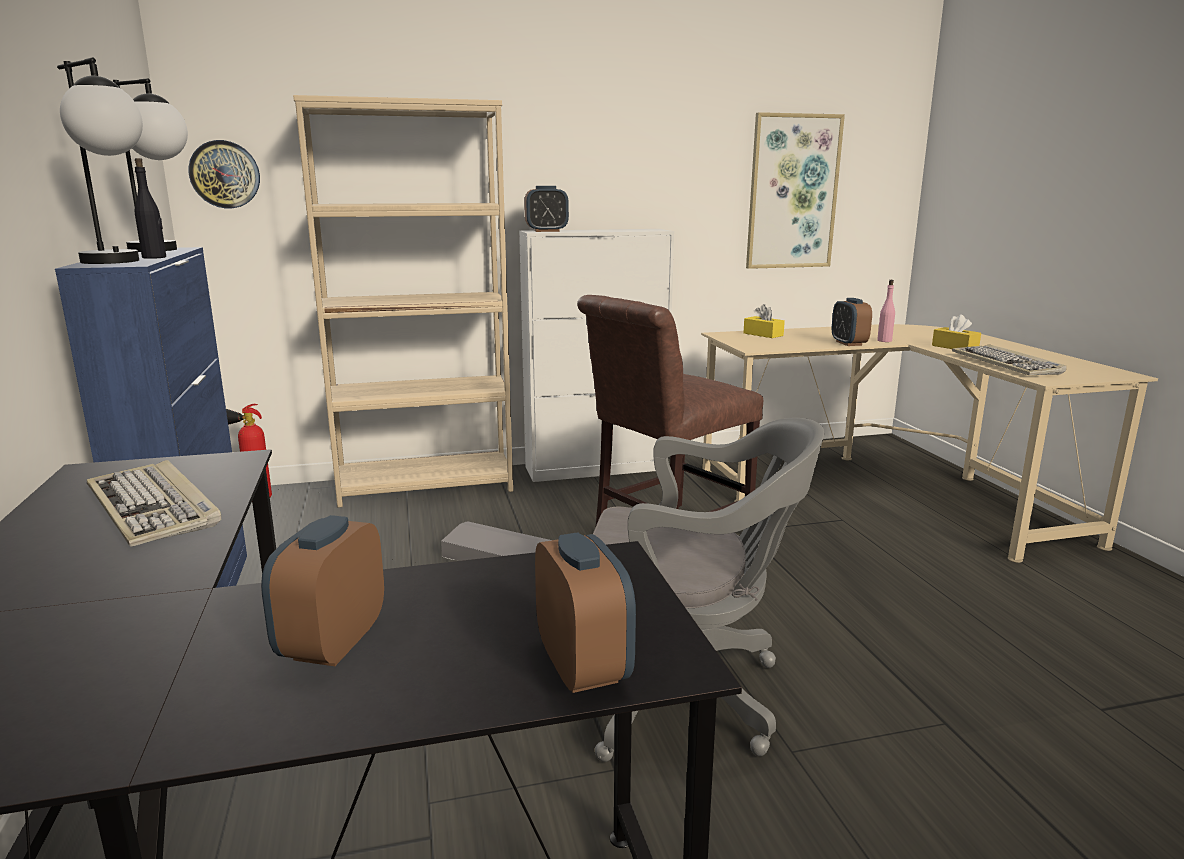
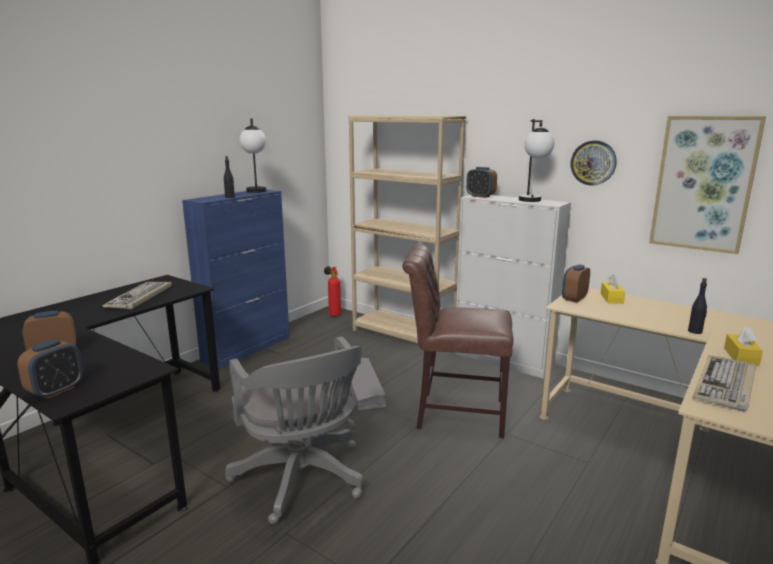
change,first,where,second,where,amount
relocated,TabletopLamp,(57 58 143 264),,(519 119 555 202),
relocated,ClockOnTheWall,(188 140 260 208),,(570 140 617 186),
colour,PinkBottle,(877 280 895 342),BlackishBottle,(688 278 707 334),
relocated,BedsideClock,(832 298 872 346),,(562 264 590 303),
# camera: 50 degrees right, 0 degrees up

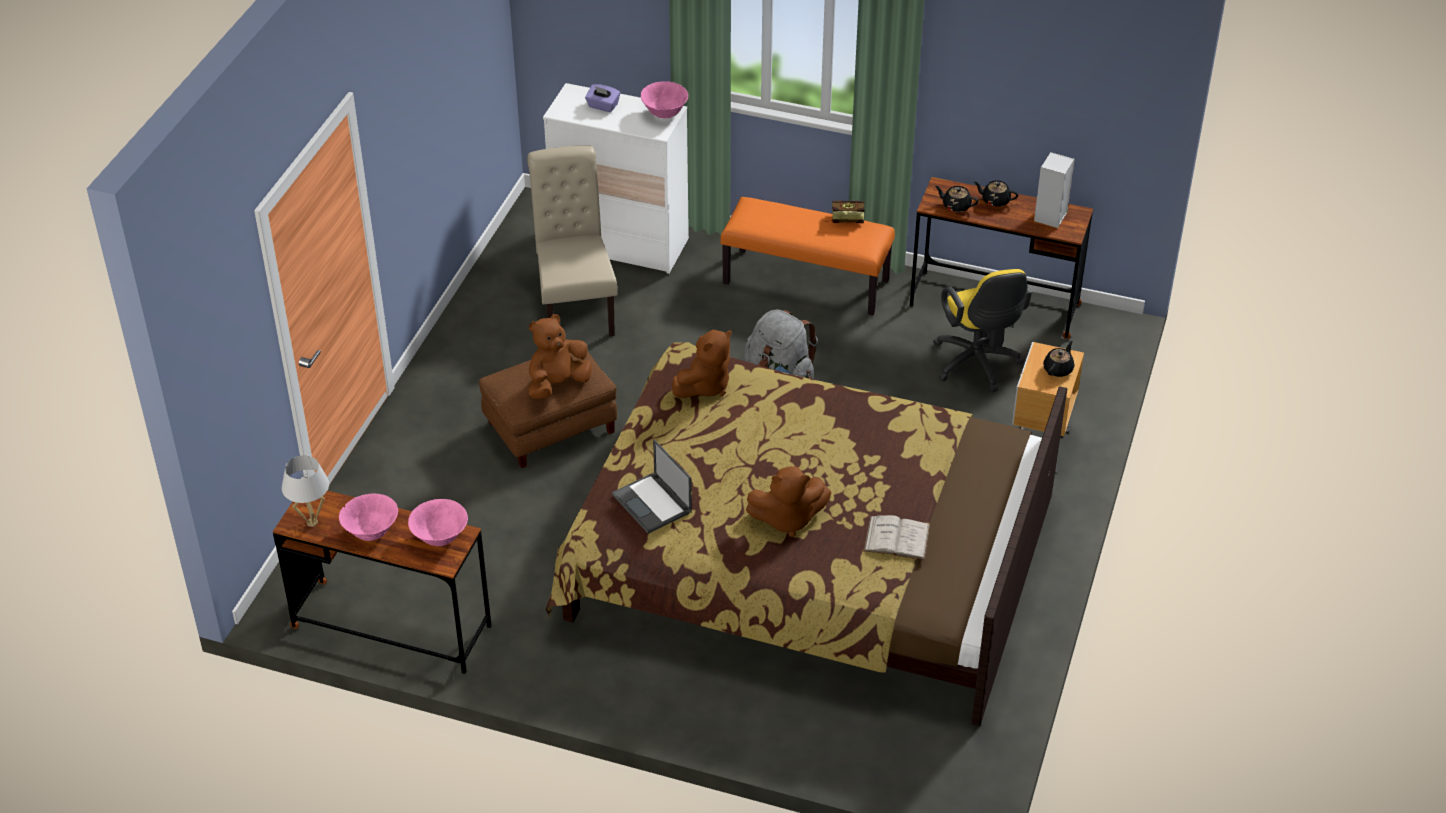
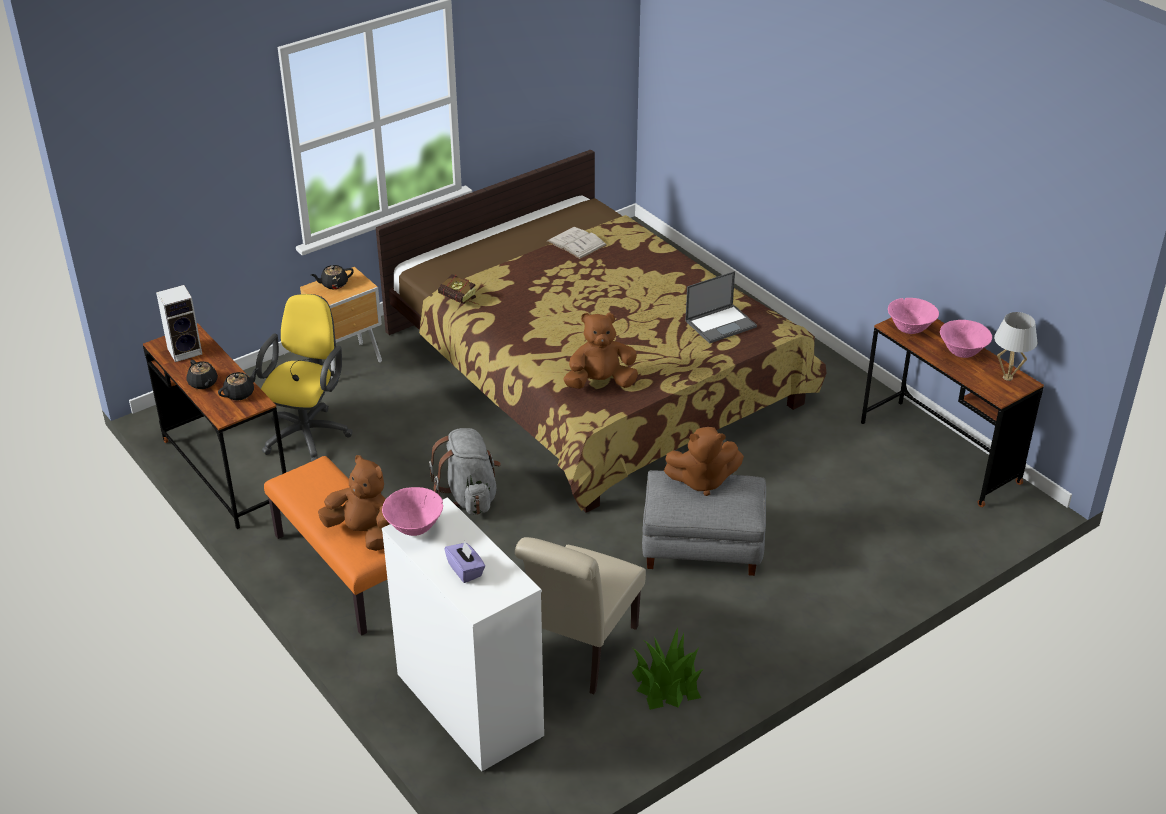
change,first,where,second,where,amount
spun,BlackishPotForTea,(935 186 979 213),,(218 368 258 401),105 degrees counterclockwise
relocated,BoundBook,(824 200 865 223),,(438 274 479 305),
colour,BrownOttoman,(479 350 617 468),GreyOttoman,(642 470 766 576),
spun,PortableComputer,(612 439 692 534),,(685 271 757 344),60 degrees clockwise
relocated,BrownPlushToy,(746 466 831 537),,(318 455 390 551),
appeared,,,PlantInAPot,(632 627 704 710),
# camera: 145 degrees left, 5 degrees down

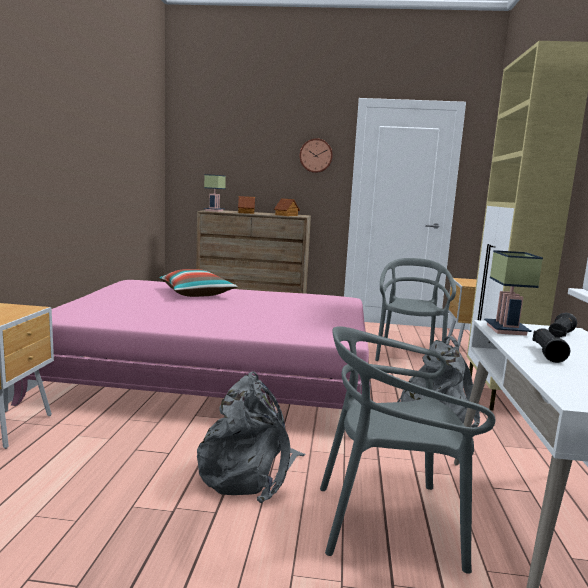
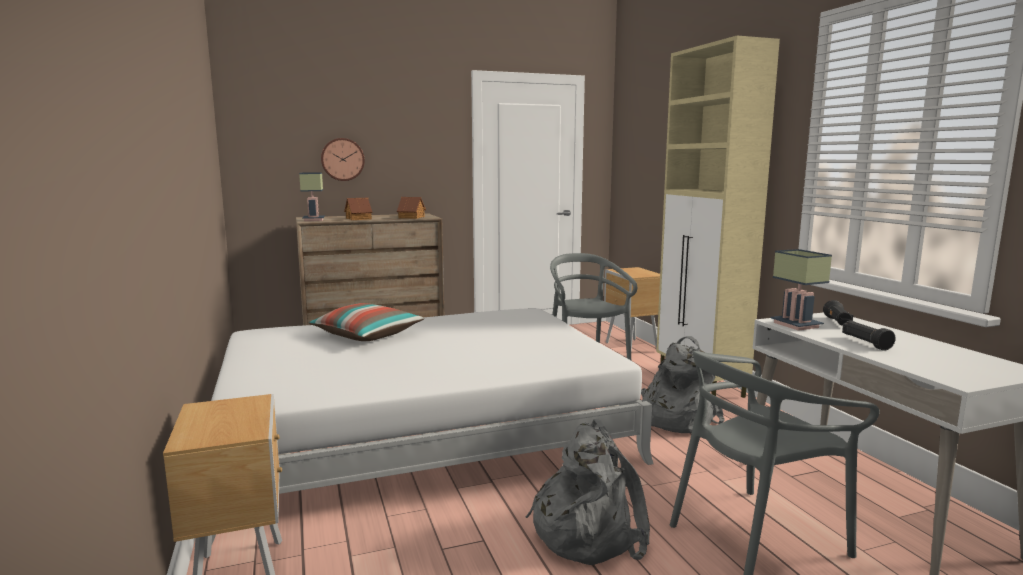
change,first,where,second,where,amount
relocated,ClockOnTheWall,(300 138 333 173),,(321 138 365 181),
colour,PinkBed,(11 280 371 409),WhitishBed,(211 308 654 544),
# camera: 25 degrees left, 0 degrees up

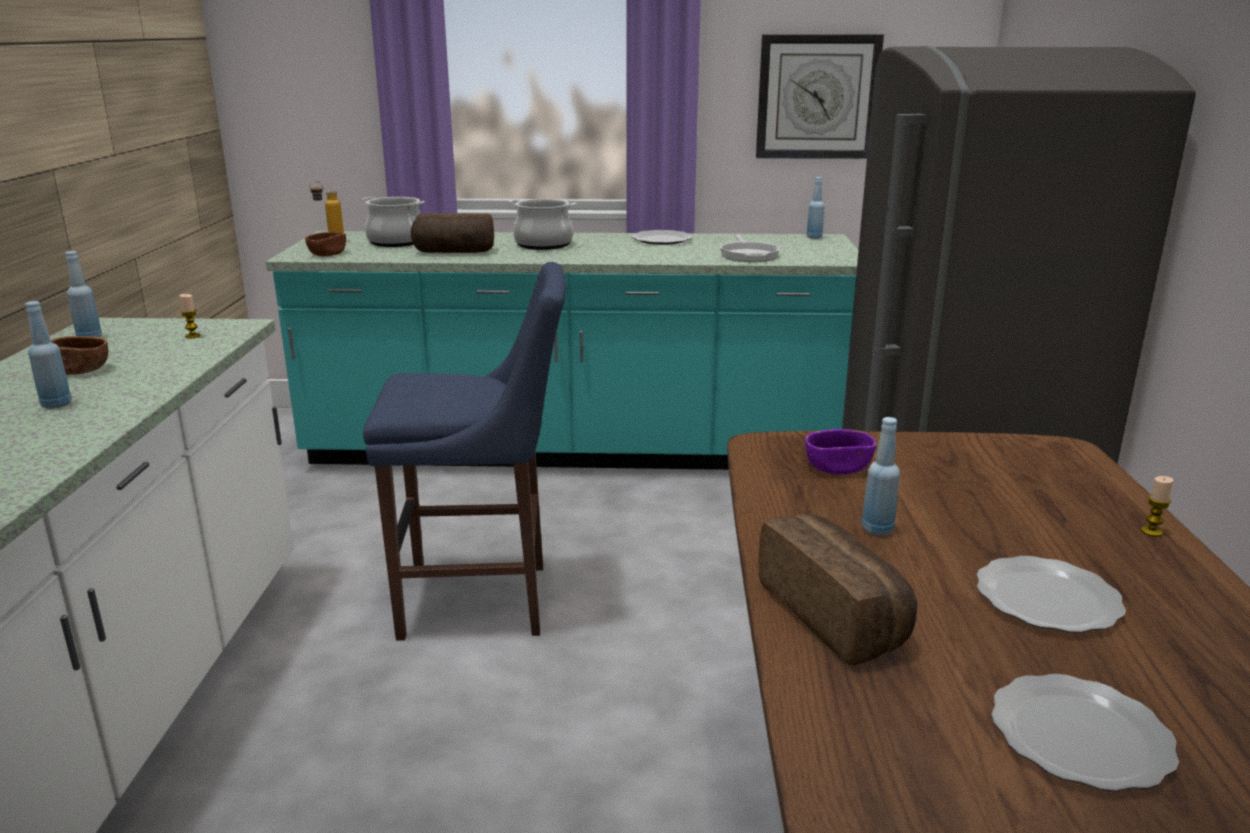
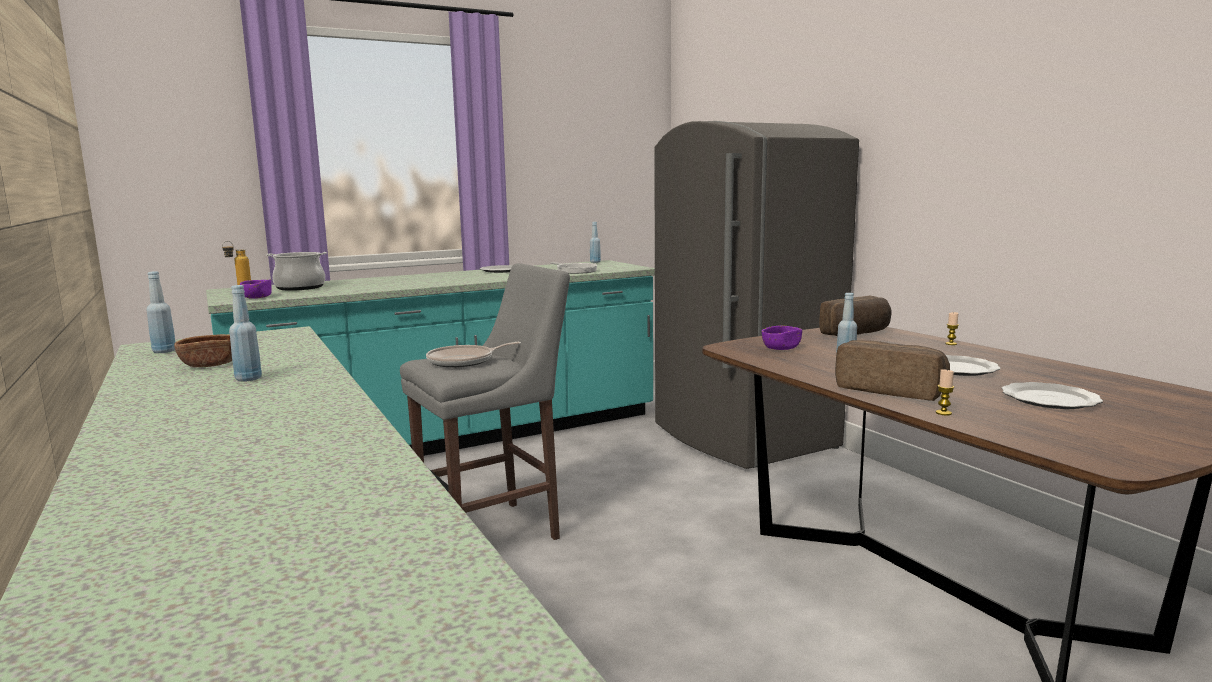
change,first,where,second,where,amount
missing,ClockOnTheWall,(756 34 884 159),,,
missing,Stockpot,(509 199 576 250),,,
relocated,BakeryBread,(411 213 494 253),,(819 296 892 336),
colour,BrownServingBowl,(305 232 346 256),PurpleColouredServingBowl,(240 279 272 299),
colour,BluishSittingStool,(363 262 566 641),GreySittingStool,(400 263 570 540),
relocated,WaxLight,(179 294 201 339),,(936 369 954 415),
appeared,,,Pan,(426 342 521 367),
# camera: 30 degrees left, 10 degrees down

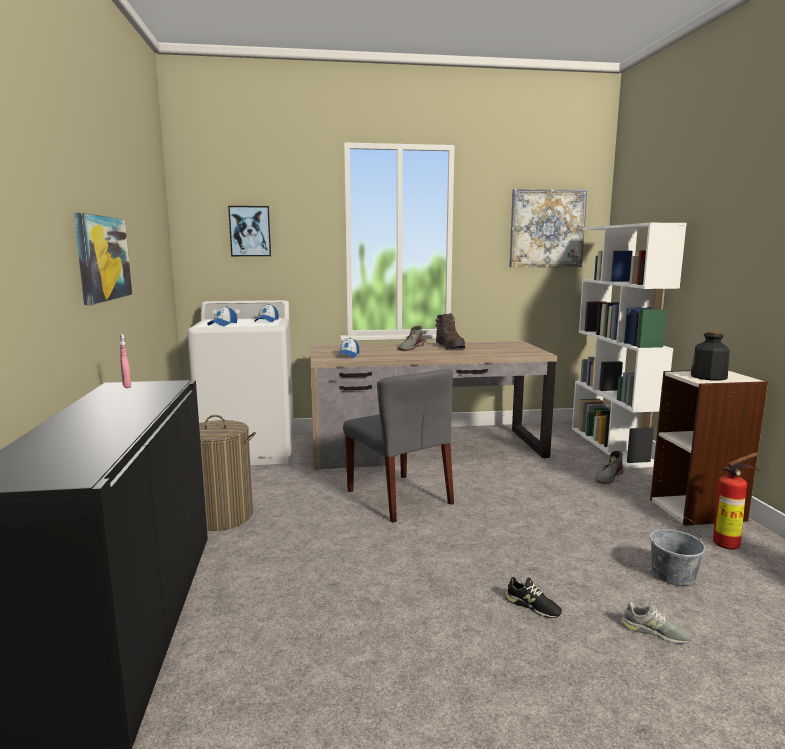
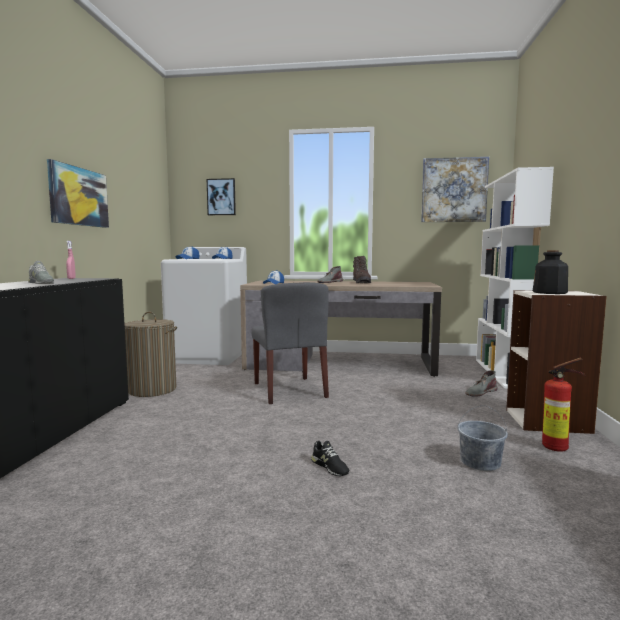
change,first,where,second,where,amount
relocated,GreyLowShoe,(621 602 691 643),,(28 261 54 284),
# camera: 15 degrees right, 5 degrees down

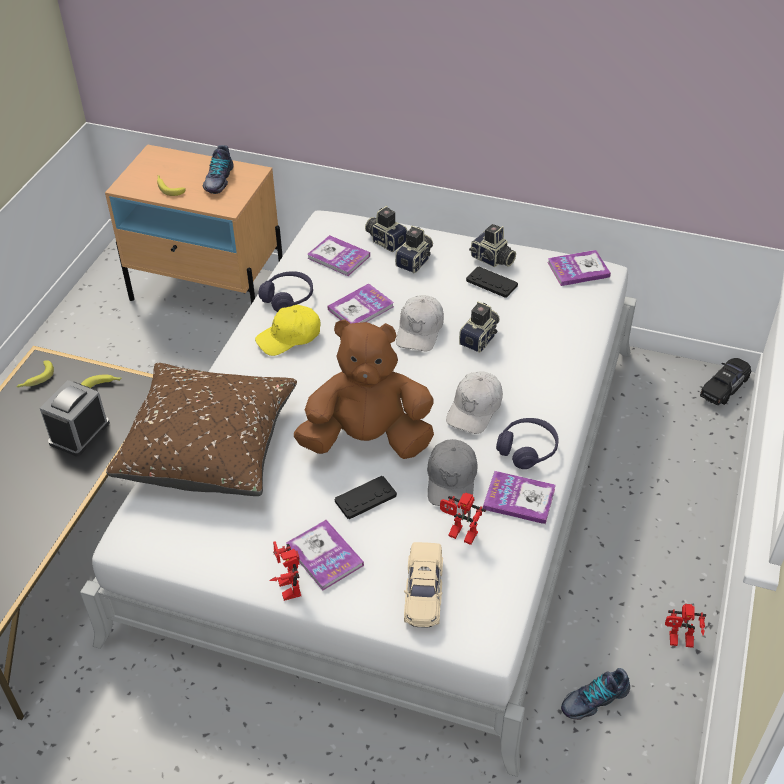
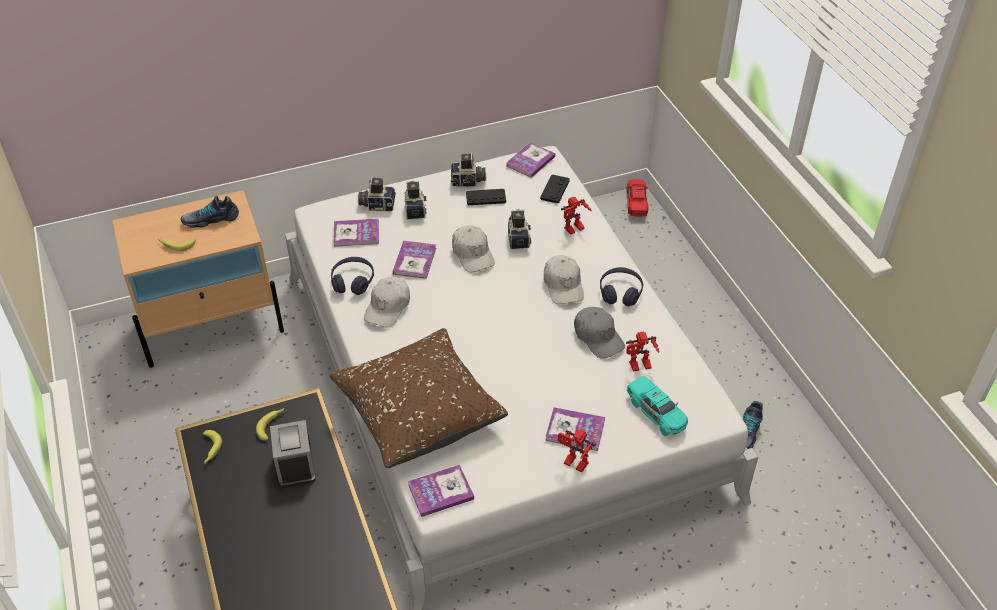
change,first,where,second,where,amount
spun,LowShoe,(203 145 234 194),,(181 196 239 228),105 degrees clockwise
colour,YellowColouredBaseballCap,(255 305 321 356),WhitishBaseballCap,(364 277 410 327),
missing,BrownPlushToy,(294 319 434 459),,,
colour,BlackishModelCar,(700 358 751 405),ReddishModelCar,(626 179 648 217),
relocated,BoundBook,(483 471 556 524),,(408 465 474 517),
relocated,BlackishGamepad,(335 476 397 519),,(540 175 570 203),
colour,BeigeColouredModelCar,(404 542 443 628),TurquoiseColouredModelCar,(626 376 688 436),
relocated,ToyRobot,(665 604 706 648),,(561 197 592 235),
# camera: 40 degrees left, 0 degrees up

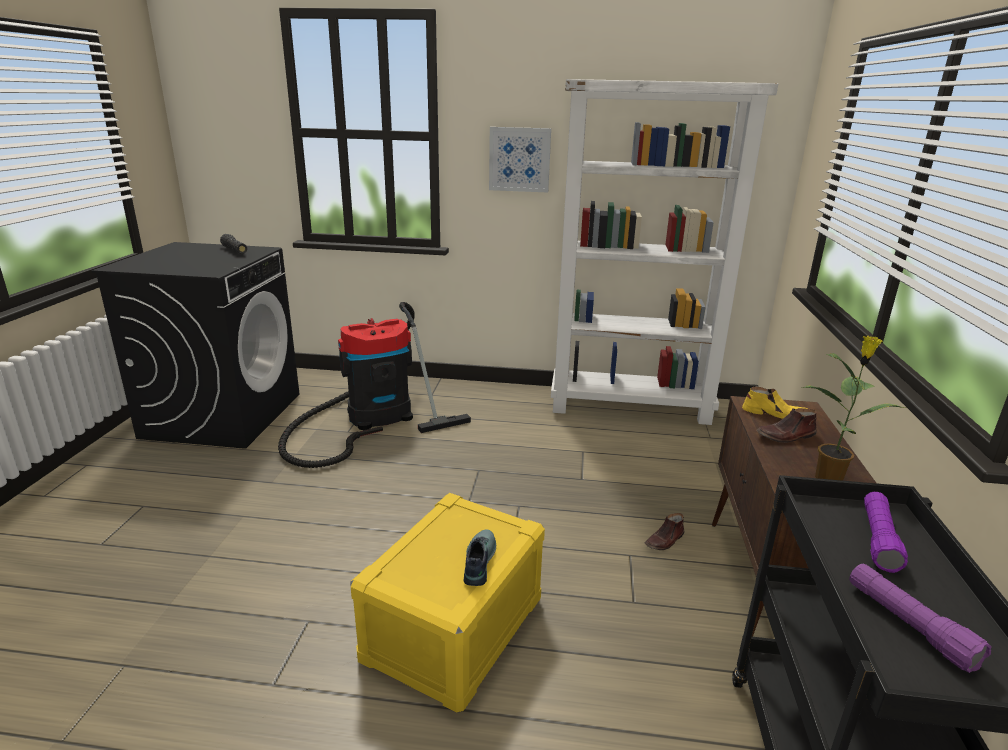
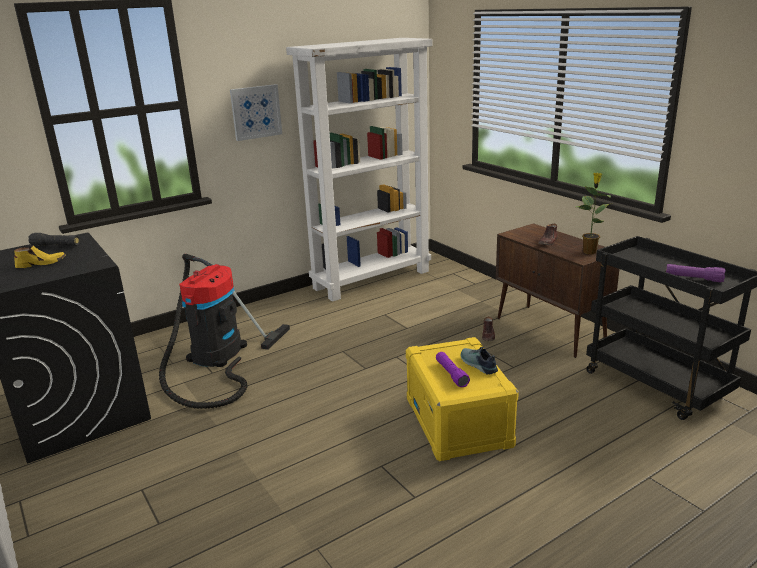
change,first,where,second,where,amount
relocated,YellowColouredLowShoe,(742 387 808 419),,(14 245 66 268),
relocated,PurpleColouredFlashlight,(864 492 908 573),,(436 352 470 387),
# camera: 40 degrees left, 0 degrees up

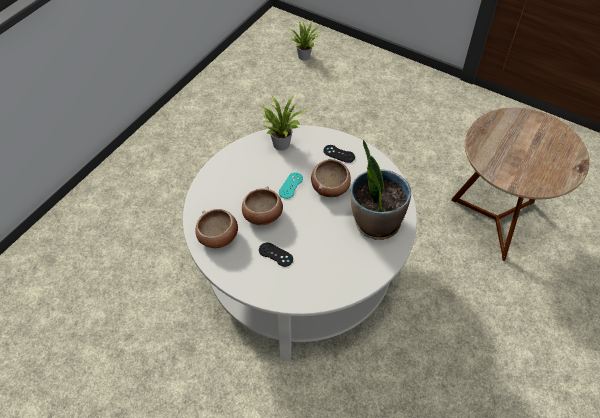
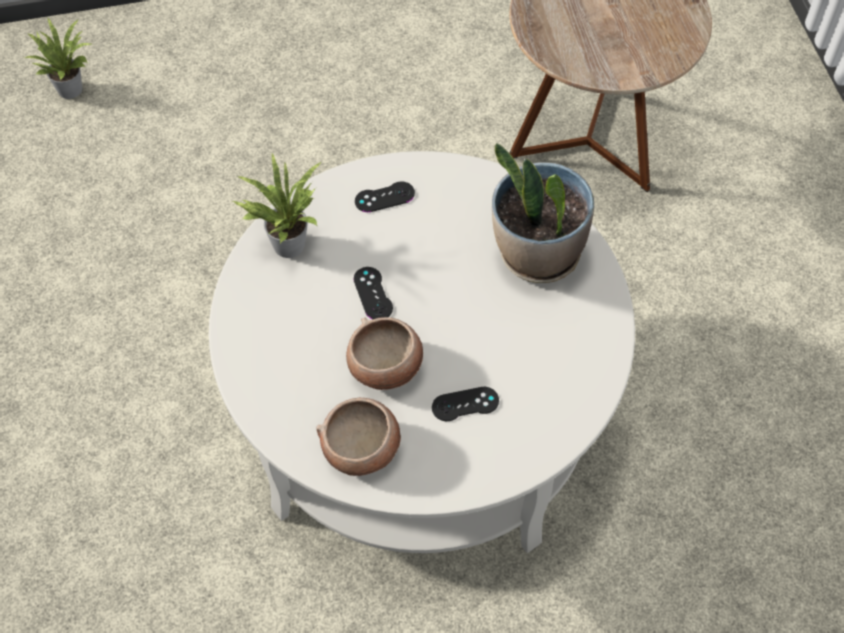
change,first,where,second,where,amount
missing,ServingBowl,(311 159 351 197),,,
colour,TurquoiseColouredGamepad,(279 172 303 199),BlackishGamepad,(354 267 393 319),
# camera: 45 degrees left, 5 degrees up

